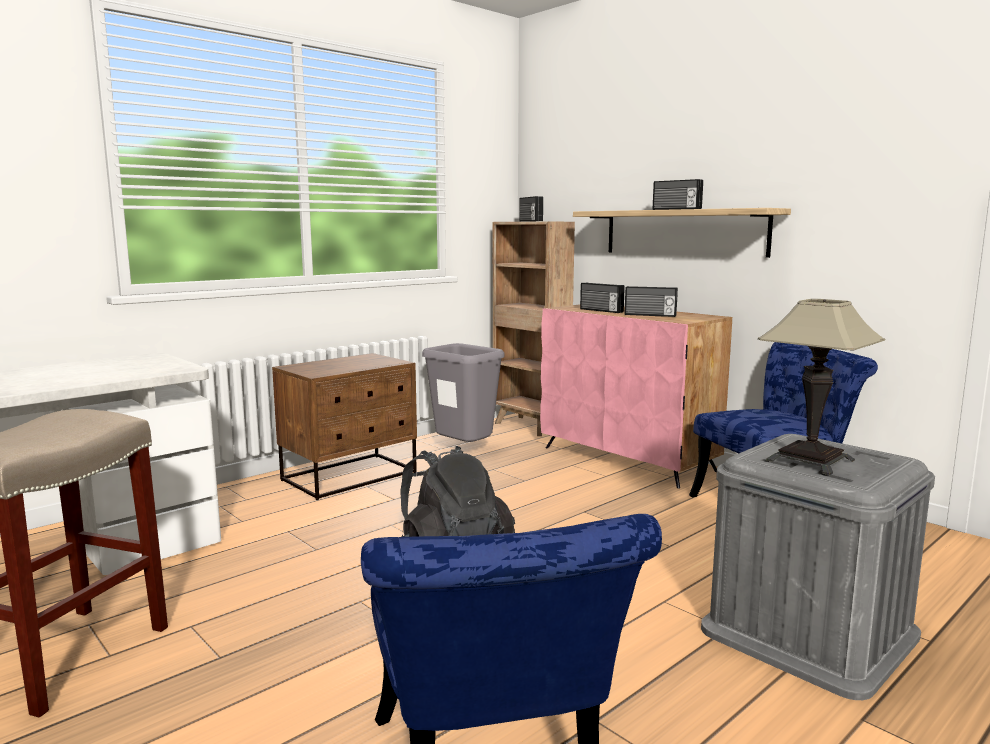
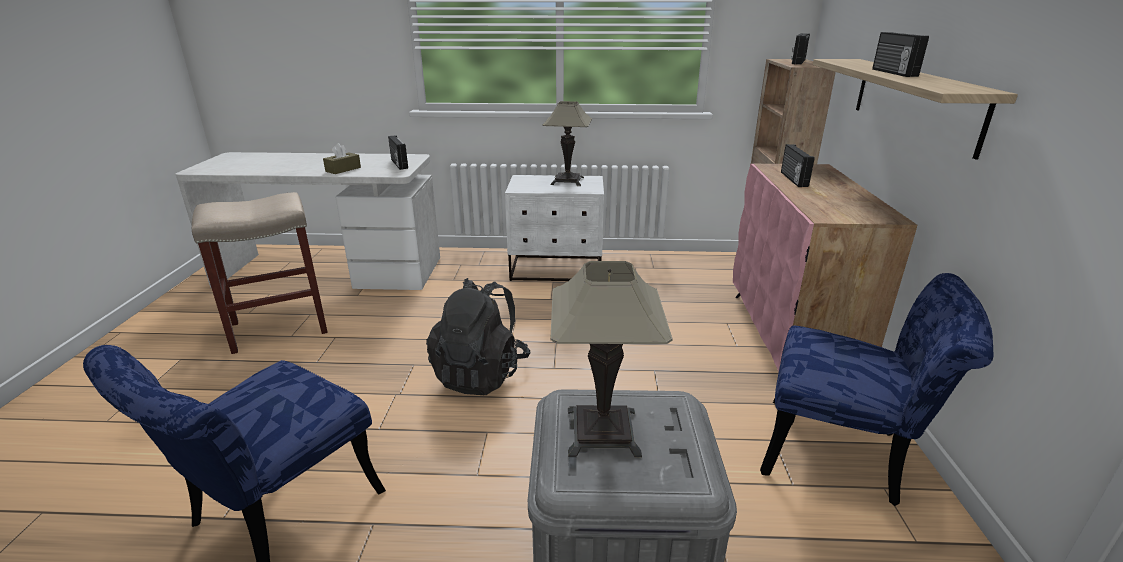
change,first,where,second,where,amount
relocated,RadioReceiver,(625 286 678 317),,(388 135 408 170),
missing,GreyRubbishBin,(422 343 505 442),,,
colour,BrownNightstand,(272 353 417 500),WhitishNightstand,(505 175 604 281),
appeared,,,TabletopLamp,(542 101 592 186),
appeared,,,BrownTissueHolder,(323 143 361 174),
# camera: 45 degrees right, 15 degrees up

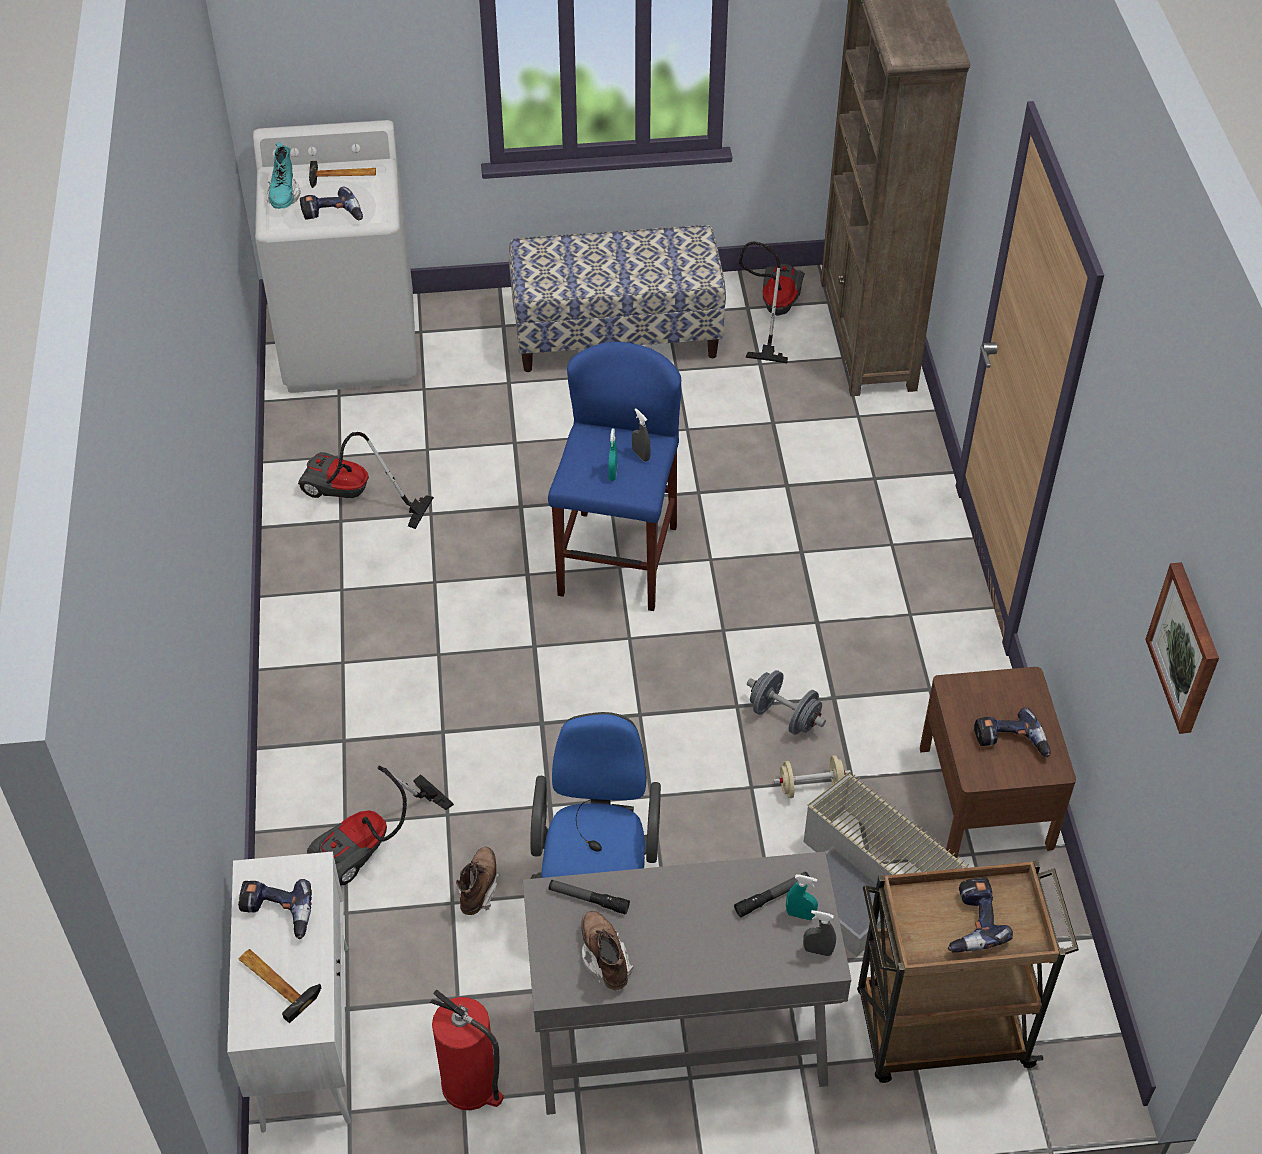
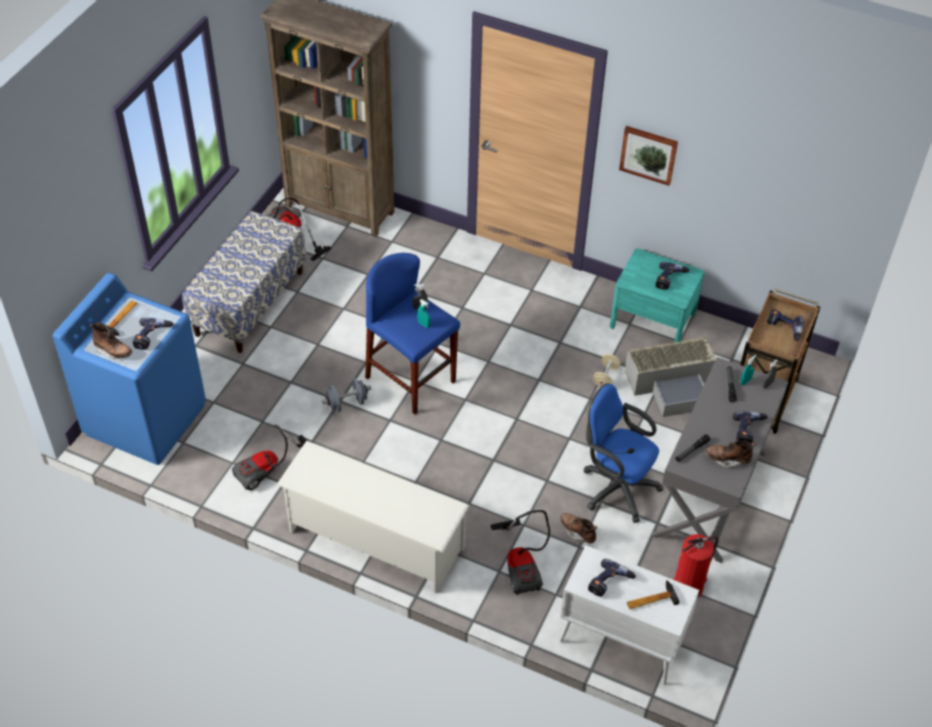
change,first,where,second,where,amount
colour,WhitishLaundryAppliance,(253 120 417 393),BluishLaundryAppliance,(53 273 206 465),
colour,TurquoiseColouredHighTopBoot,(267 142 300 209),BrownHighTopBoot,(90 322 133 359),
relocated,WallArt,(1145 562 1219 734),,(619 126 678 186),
colour,BrownNightstand,(920 667 1076 858),TurquoiseColouredNightstand,(610 249 705 343),
relocated,GreyHandWeight,(747 670 826 735),,(322 378 371 412),
appeared,,,ElectricDrill,(733 412 768 444),
appeared,,,WhitishShoeShelf,(276 441 470 593),
# camera: 60 degrees left, 0 degrees up

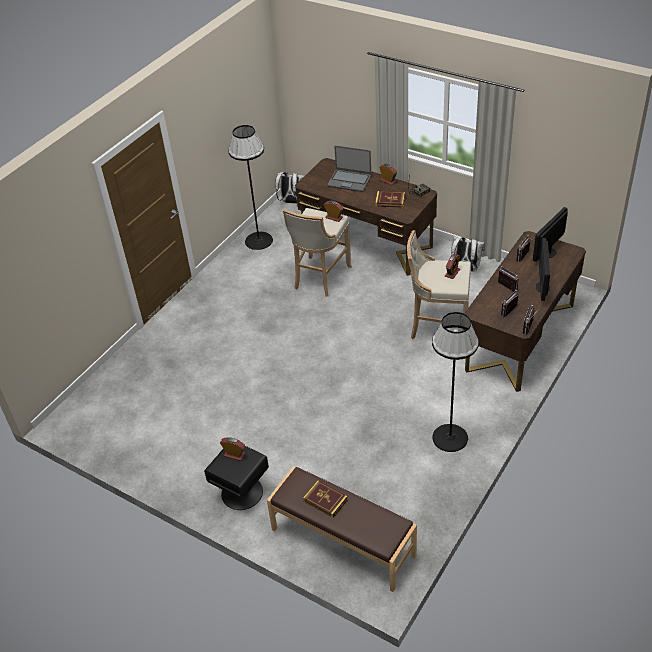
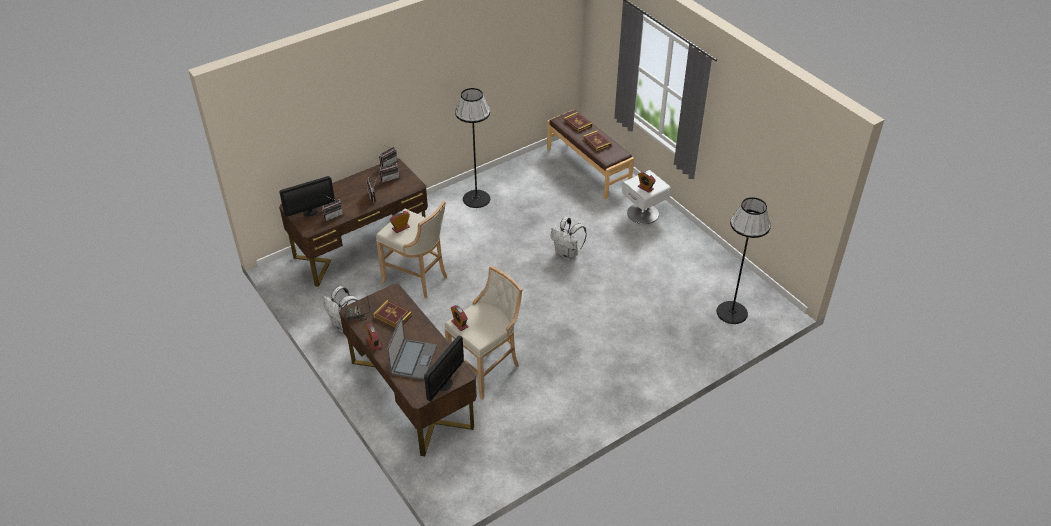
change,first,where,second,where,amount
relocated,BlackishFloorLamp,(228 125 273 250),,(716 197 771 324),
spun,PortableComputer,(327 146 371 192),,(387 316 437 380),60 degrees clockwise
relocated,WhitishBackpack,(275 172 304 204),,(551 217 587 260),
relocated,ComputerDisplay,(536 238 550 301),,(424 336 464 401),
colour,BlackishNightstand,(204 446 269 510),WhitishNightstand,(622 170 671 224),
appeared,,,BoundBook,(563 112 592 133),
# camera: 160 degrees left, 0 degrees up

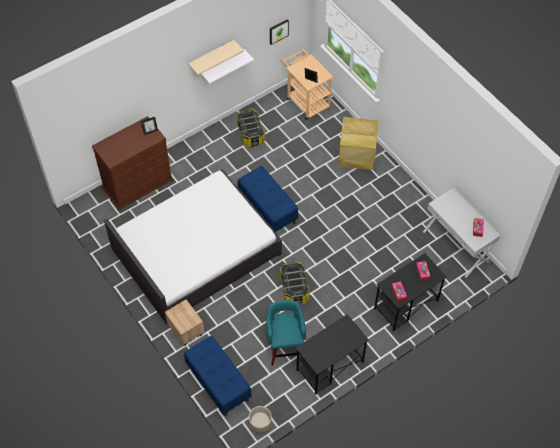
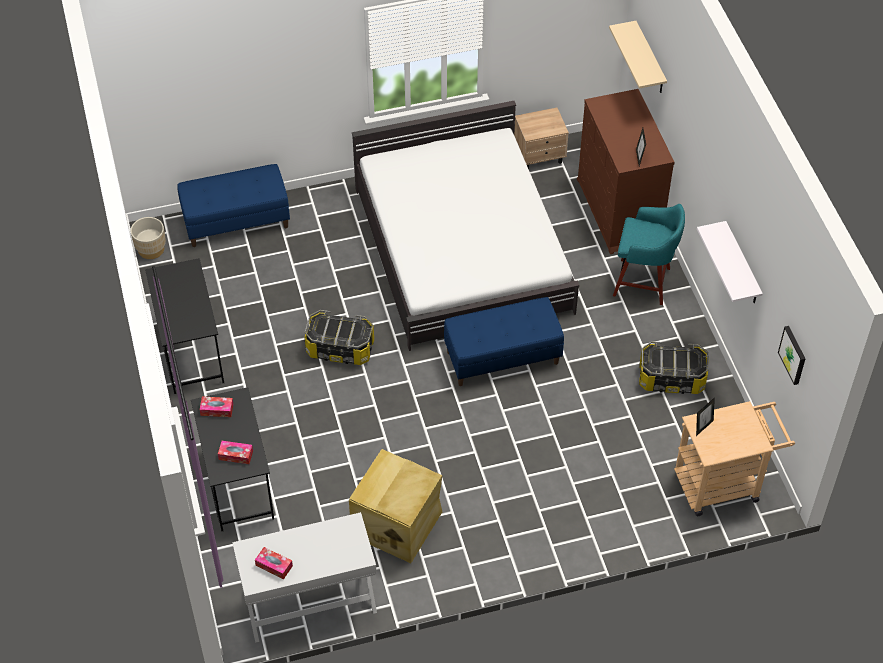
change,first,where,second,where,amount
relocated,BeigeColouredWallShelf,(188 40 244 75),,(609 21 667 93),
relocated,BeigeColouredStorageBox,(338 117 379 170),,(349 449 443 563),
relocated,BeigeColouredNightstand,(165 299 204 346),,(514 108 569 169),
relocated,TurquoiseColouredSittingStool,(266 300 306 366),,(613 204 685 305),
# camera: 110 degrees right, 5 degrees down

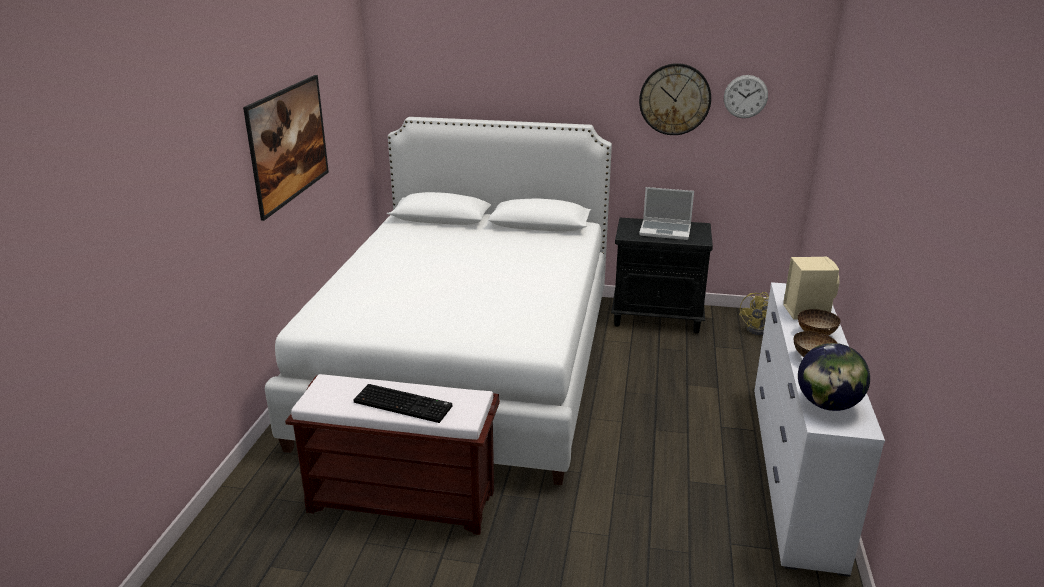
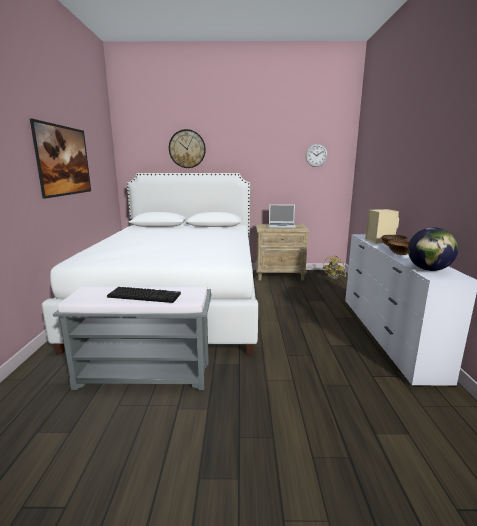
change,first,where,second,where,amount
relocated,ClockOnTheWall,(639 63 711 135),,(169 129 206 168),
colour,BlackishNightstand,(611 218 713 333),BeigeColouredNightstand,(255 224 309 281),
colour,BrownBench,(285 374 500 535),GreyBench,(53 287 211 390),
# camera: 10 degrees left, 10 degrees down

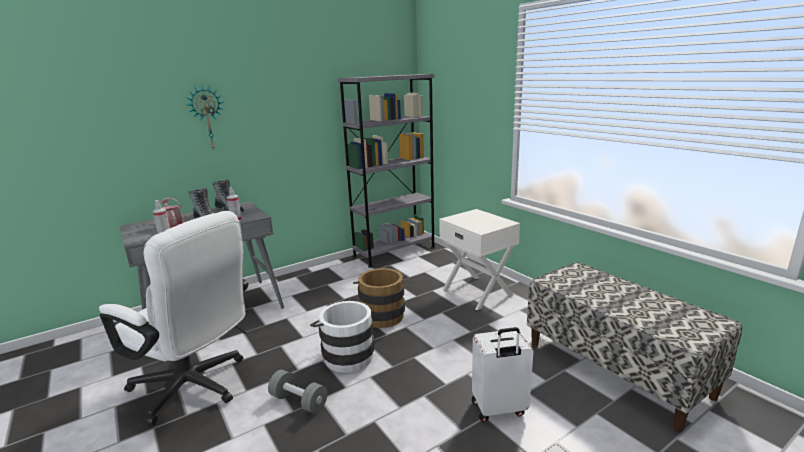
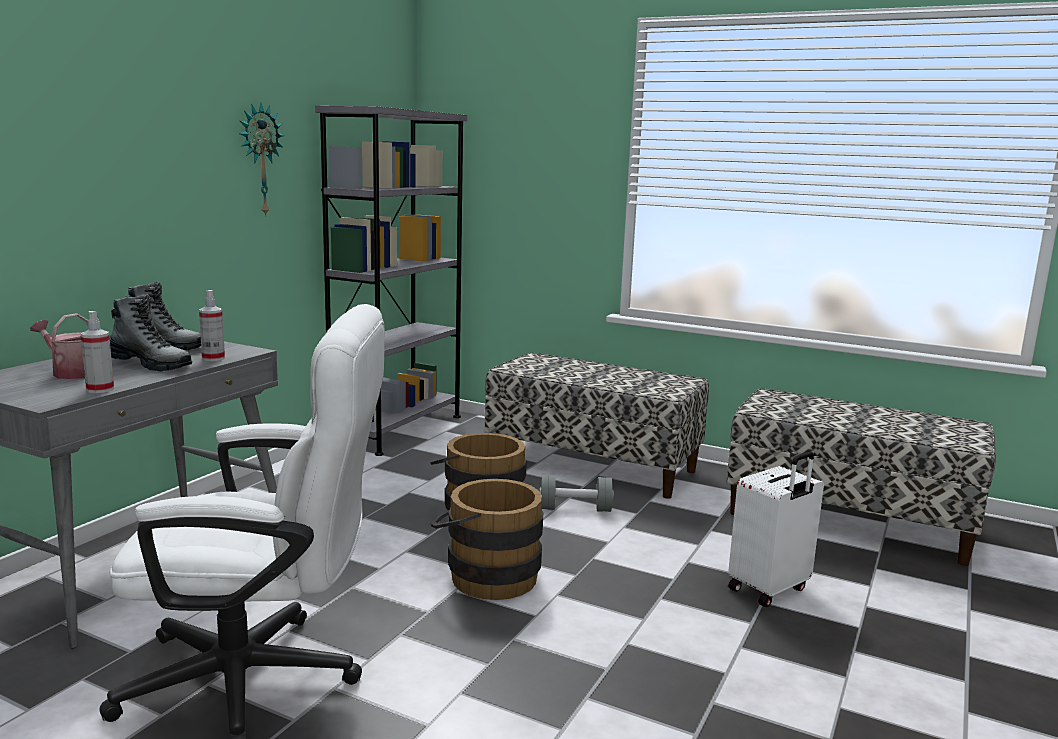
change,first,where,second,where,amount
relocated,ClockOnTheWall,(186 84 224 150),,(239 103 284 217),
exchanged,WhitishNightstand,(439 209 520 310),Bench,(485 352 709 499),
colour,WhitishWaterBucket,(310 301 375 373),BrownWaterBucket,(431 479 543 600),
relocated,GreyHandWeight,(268 370 328 414),,(540 475 614 512),
# camera: 30 degrees left, 5 degrees down

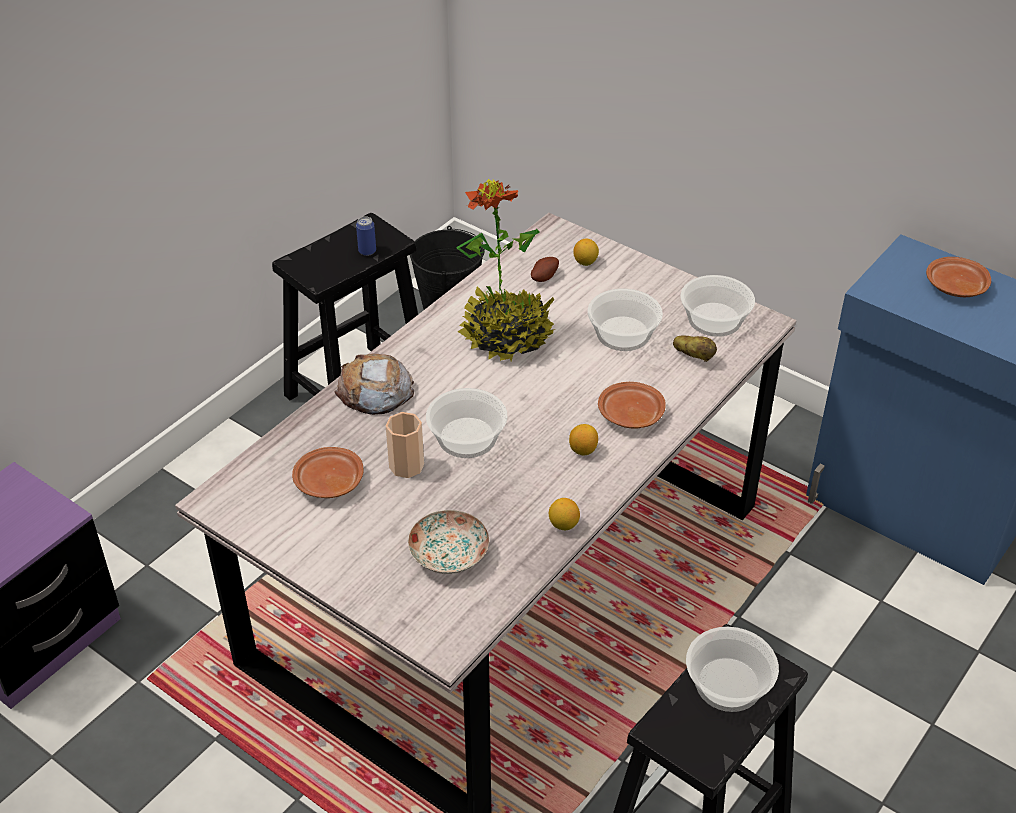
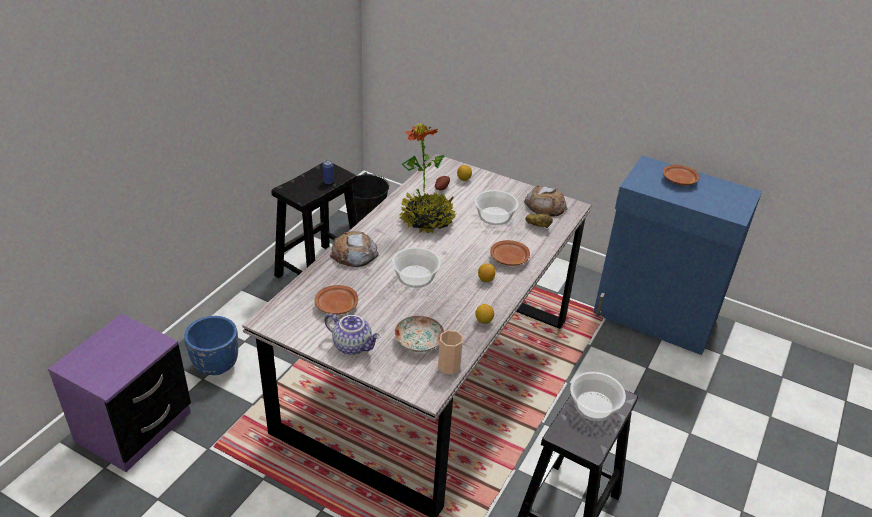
change,first,where,second,where,amount
exchanged,ServingBowl,(681 275 755 337),BakeryBread,(524 185 568 216),
relocated,DrinkingCup,(386 412 424 478),,(438 330 463 375),
appeared,,,PotForTea,(324 313 380 355),
appeared,,,BluishPlanter,(184 316 238 375),
# camera: 10 degrees left, 5 degrees down

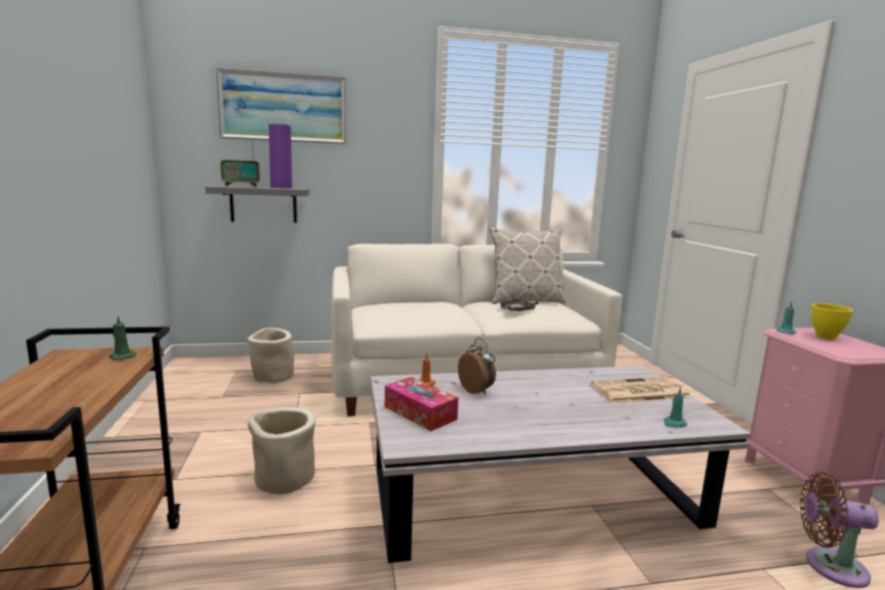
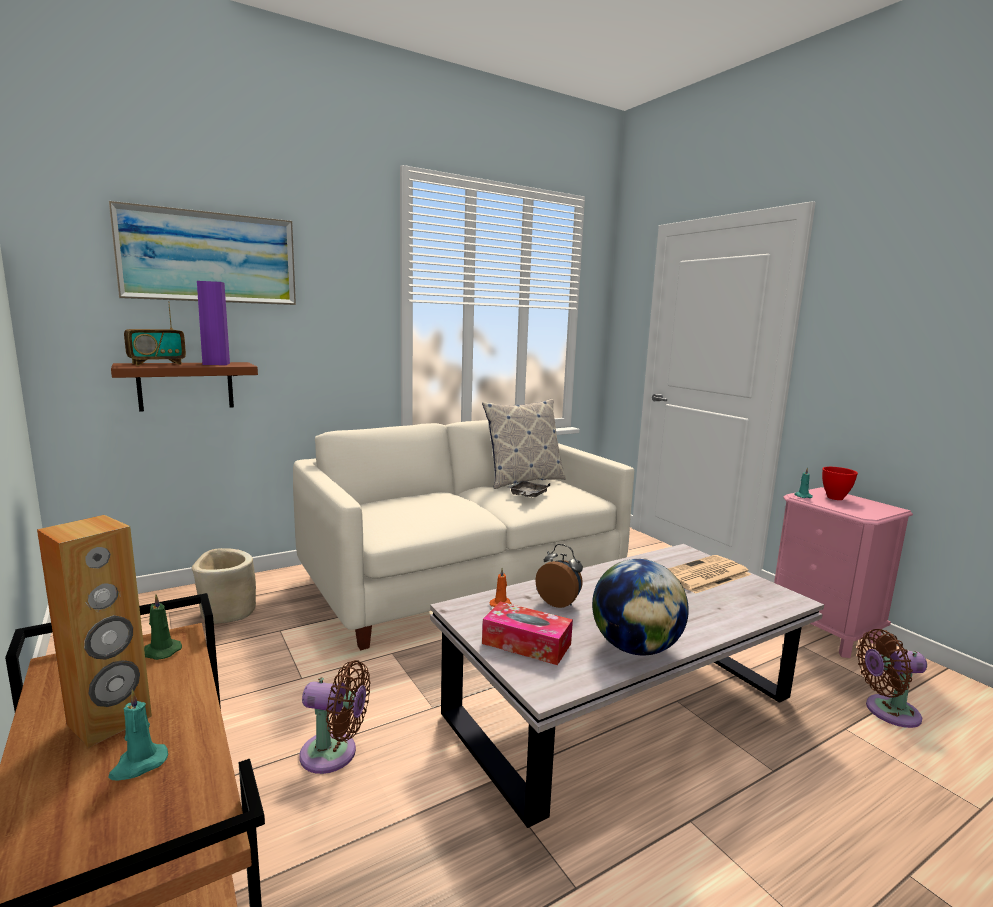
change,first,where,second,where,amount
colour,GreyWallShelf,(205 186 309 223),BrownWallShelf,(111 362 258 412),
colour,YellowColouredServingBowl,(811 303 853 340),ReddishServingBowl,(822 467 858 500),
relocated,TurquoiseColouredWaxLight,(664 387 688 427),,(109 690 168 780),
exchanged,BeigeColouredPlanter,(248 407 316 495),BrownCoolingFan,(299 660 370 774),
appeared,,,BrownLoudspeaker,(37 515 152 748),
appeared,,,DeskGlobe,(592 559 689 656),
# camera: 20 degrees left, 0 degrees up

